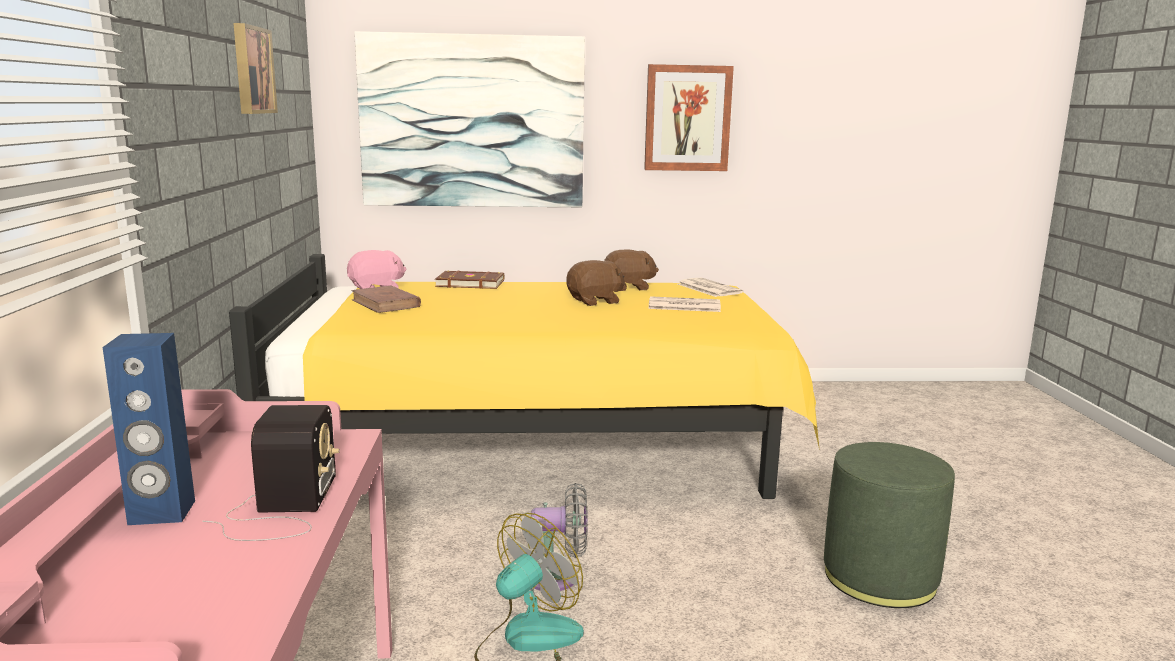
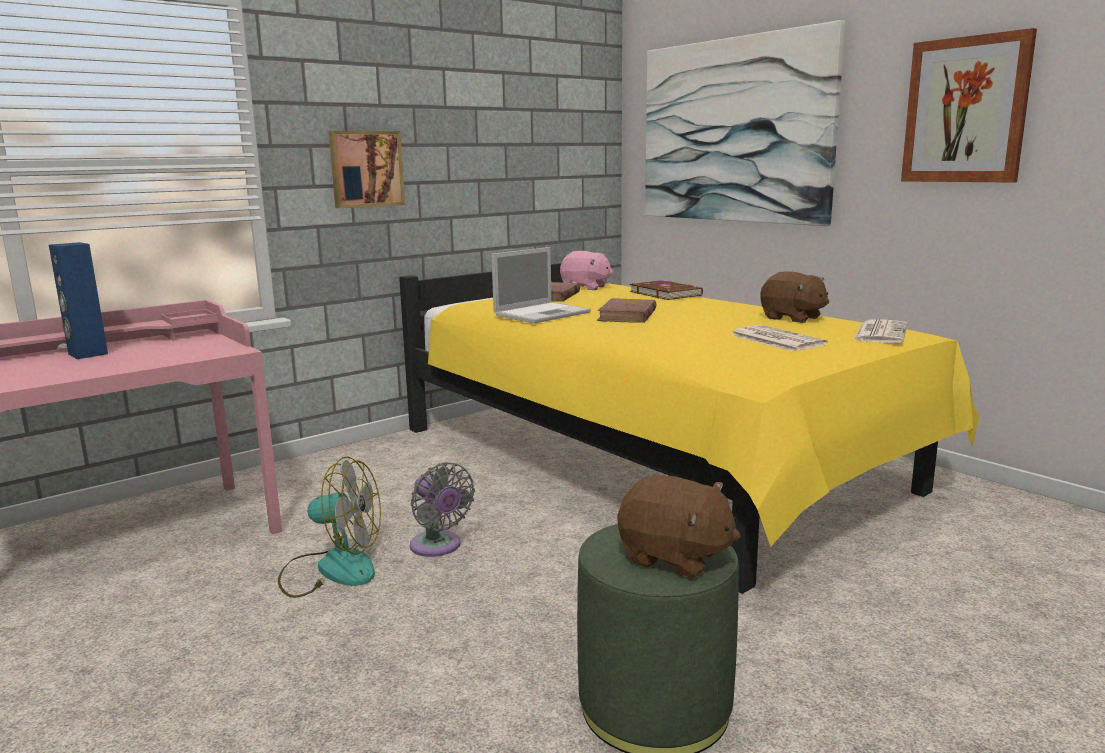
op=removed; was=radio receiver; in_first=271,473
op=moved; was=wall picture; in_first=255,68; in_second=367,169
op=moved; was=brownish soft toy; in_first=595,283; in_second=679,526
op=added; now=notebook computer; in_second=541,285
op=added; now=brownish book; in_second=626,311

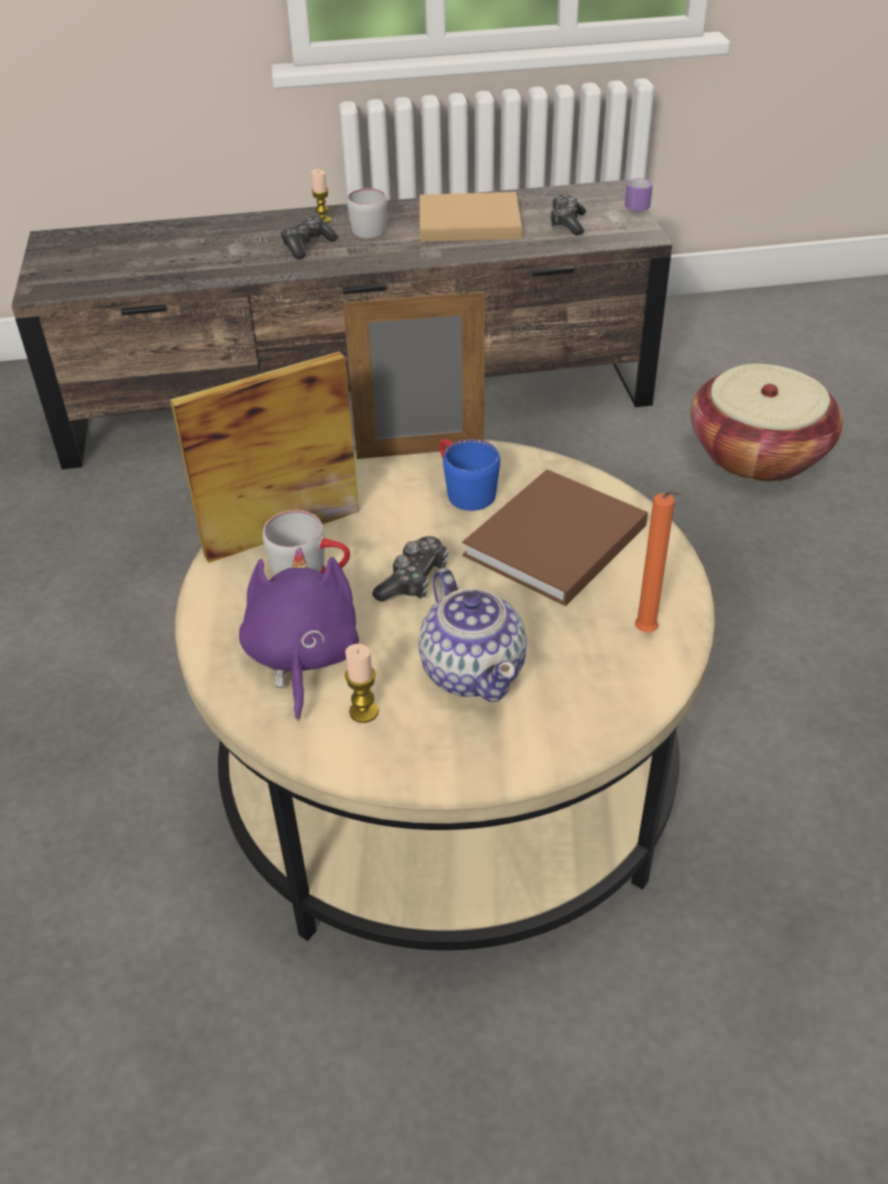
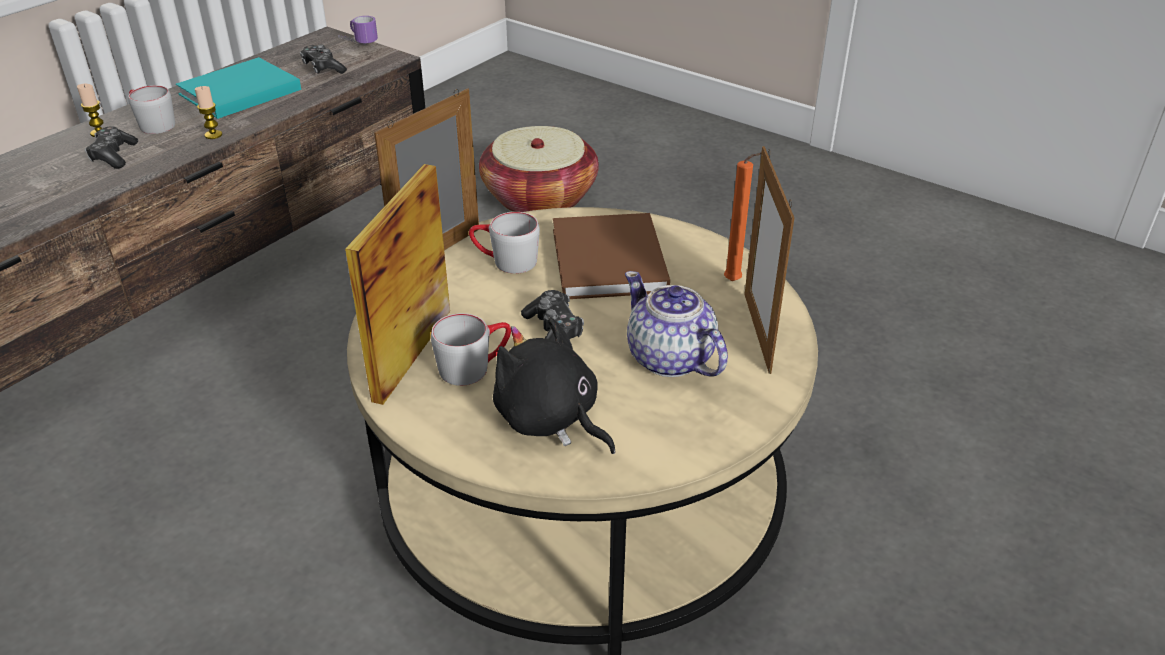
op=recoloured; was=purple-coloured soft toy; now=black soft toy; in_first=299,634; in_second=554,385
op=moved; was=wax candle; in_first=362,683; in_second=208,112
op=turned; was=tea pot; in_first=472,635; in_second=676,324; clockwise=-150
op=recoloured; was=beige book; now=turquoise-coloured book; in_first=471,217; in_second=238,88
op=recoloured; was=blue-coloured mug; now=gray mug; in_first=470,475; in_second=504,243
op=added; now=picture frame; in_second=769,260

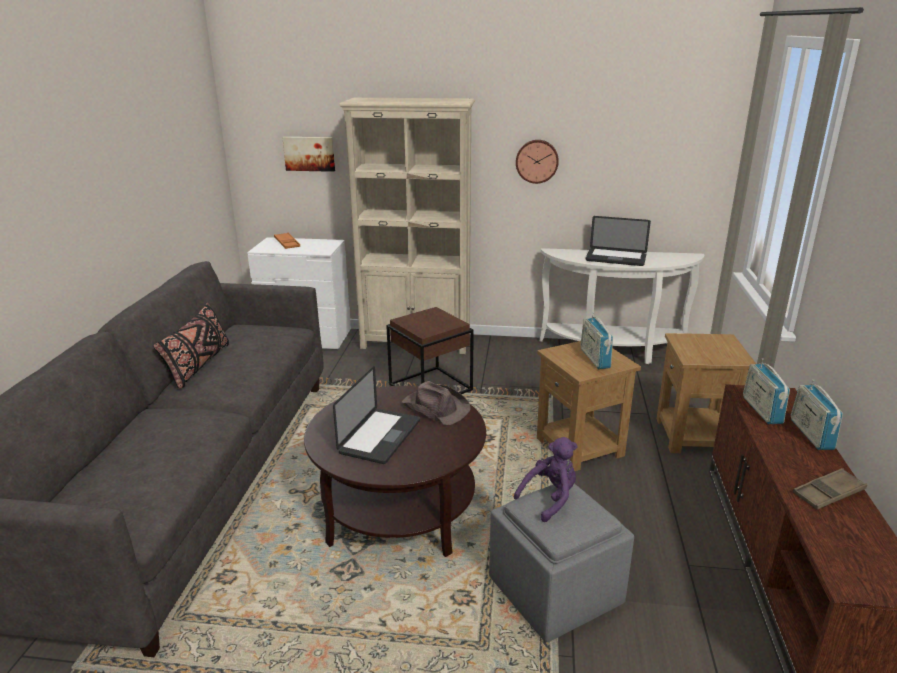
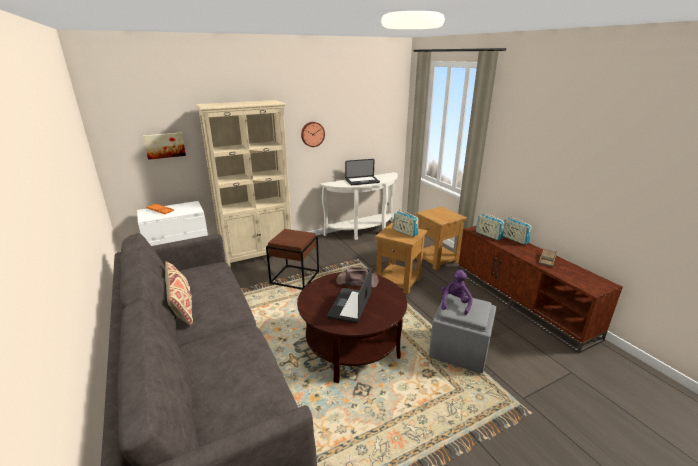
op=recoloured; was=black pillow; now=beige pillow; in_first=191,346; in_second=179,293
op=turned; was=notebook computer; in_first=376,415; in_second=349,295; clockwise=-150

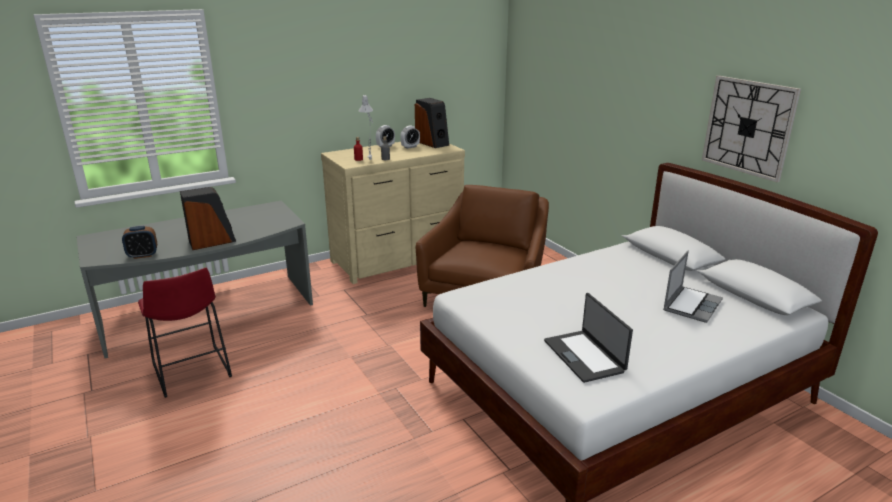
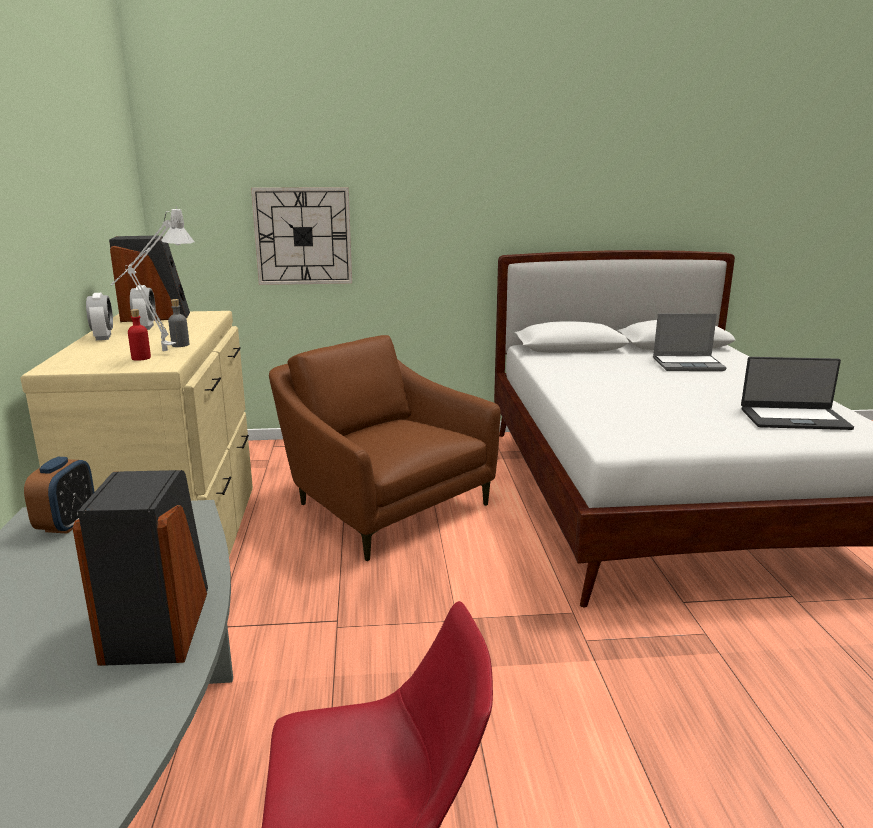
op=moved; was=alarm clock; in_first=139,242; in_second=59,495
op=turned; was=notebook computer; in_first=693,287; in_second=689,342; clockwise=120
op=moved; was=hanging clock; in_first=751,129; in_second=301,236

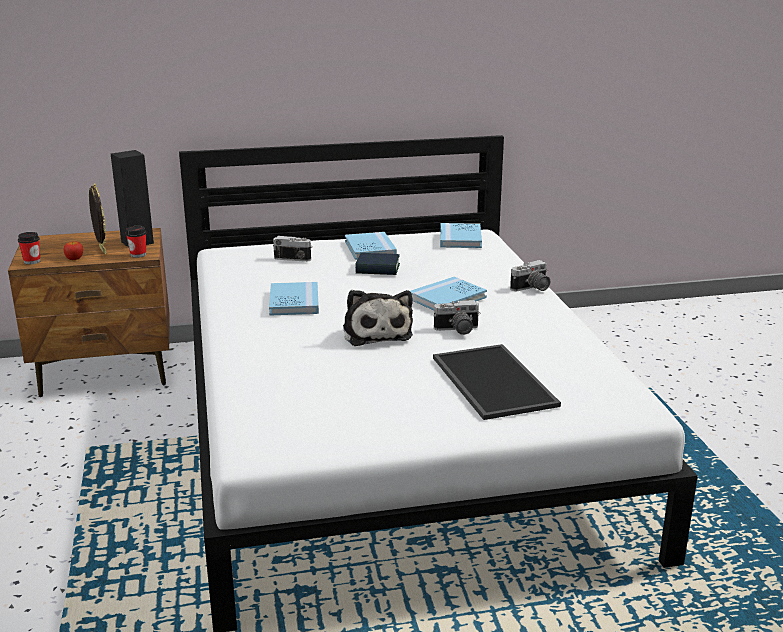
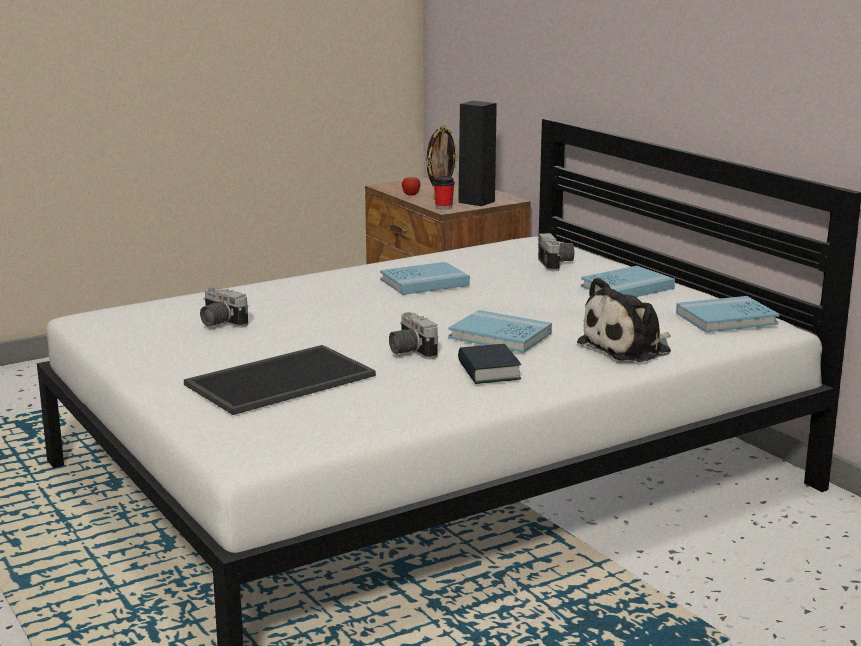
op=removed; was=drinking cup; in_first=29,248
op=moved; was=soft toy; in_first=378,318; in_second=624,319
op=moved; was=book; in_first=377,264; in_second=489,364
op=moved; was=still camera; in_first=530,275; in_second=224,307

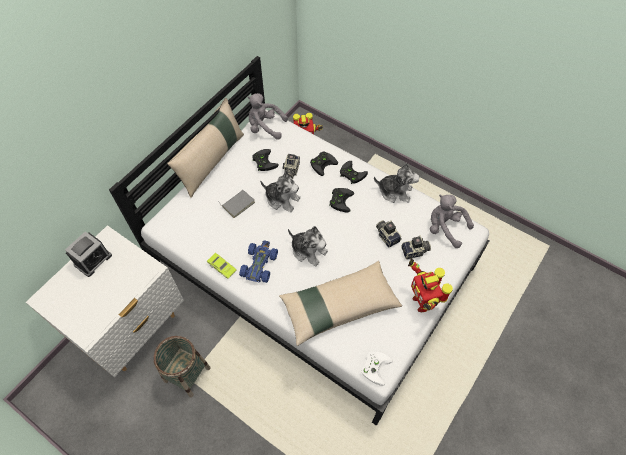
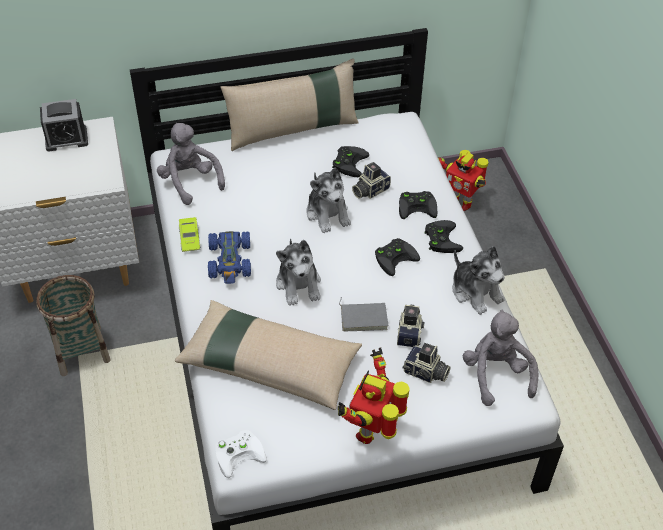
op=moved; was=gray book; in_first=236,204; in_second=364,314
op=turned; was=blue-coloured model car; in_first=258,261; in_second=229,257; clockwise=120
op=moved; was=gray soft toy; in_first=268,116; in_second=191,164

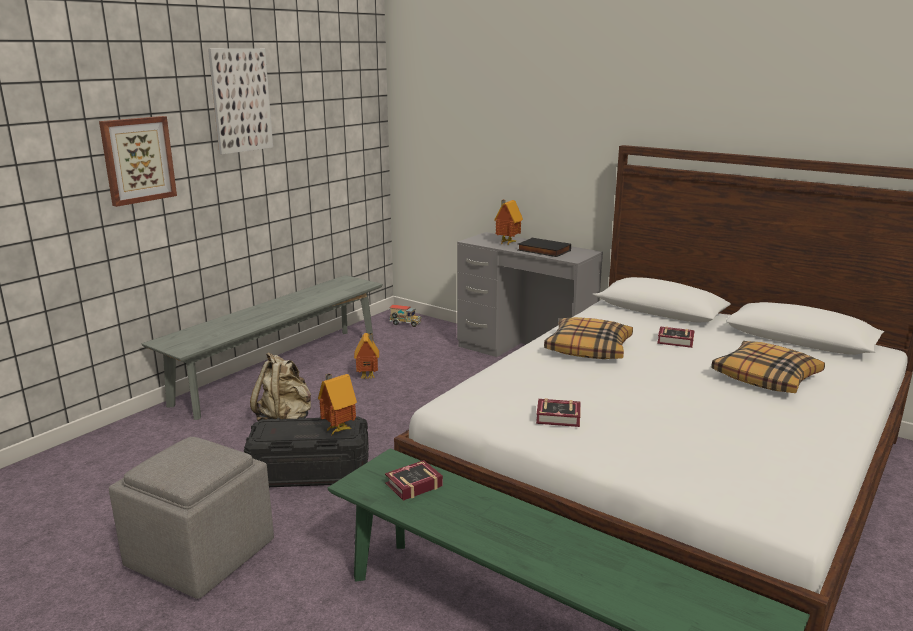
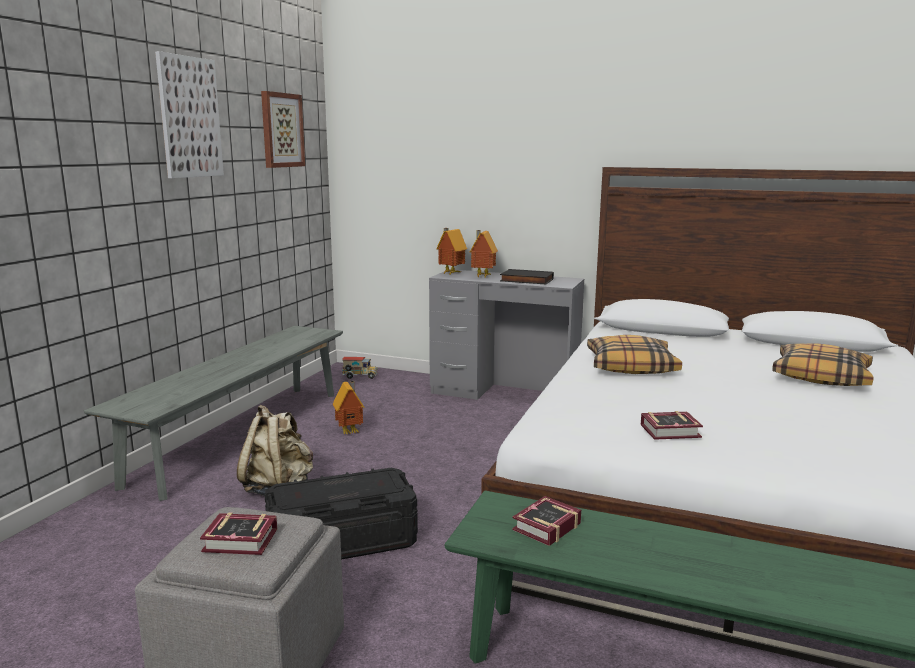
op=moved; was=wall picture; in_first=138,161; in_second=283,129
op=moved; was=miniature house; in_first=337,404; in_second=451,251
op=moved; was=book; in_first=676,337; in_second=238,533

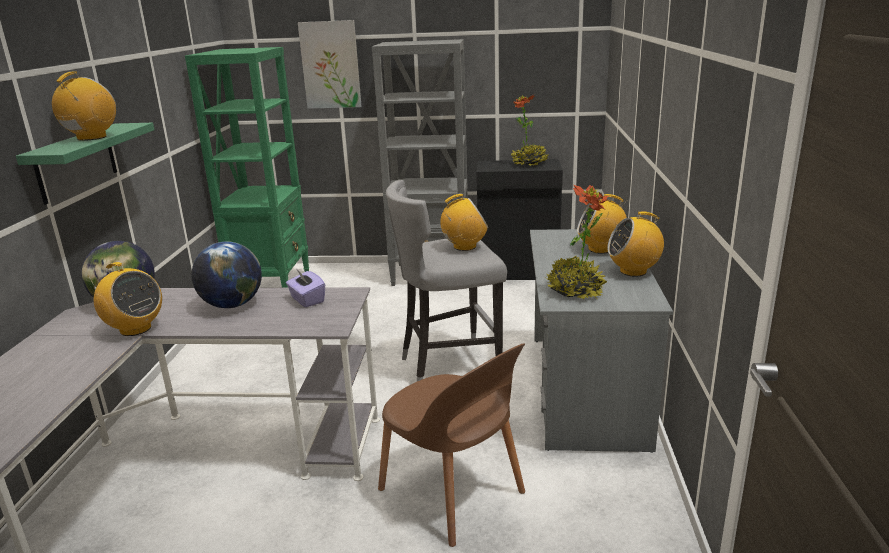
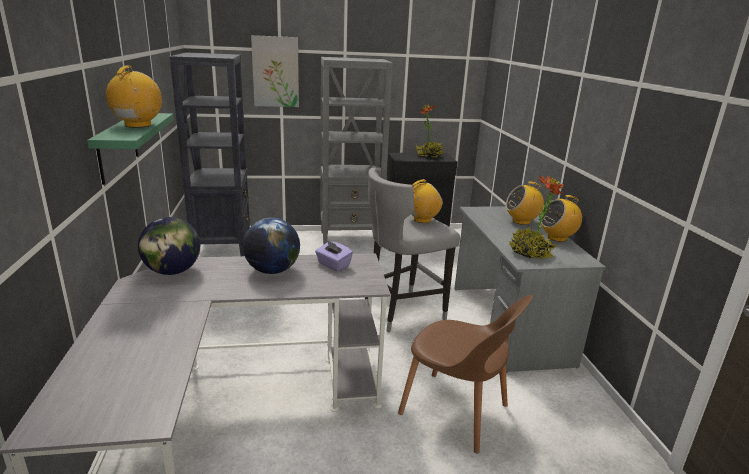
op=removed; was=radio receiver; in_first=125,299
op=recoloured; was=green shelving unit; now=black shelving unit; in_first=247,167; in_second=210,154

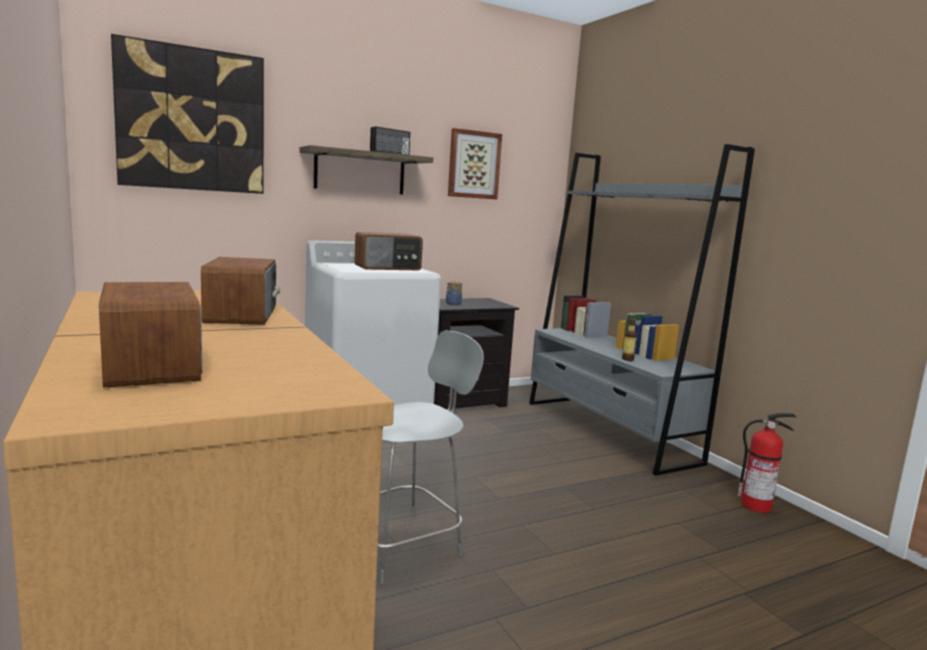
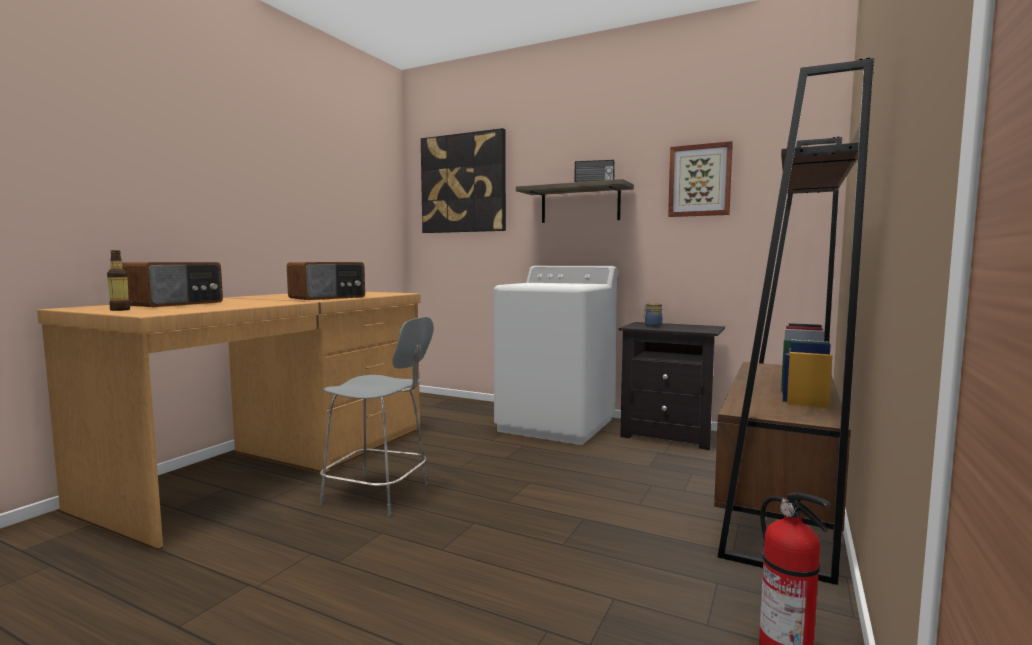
op=removed; was=radio receiver; in_first=389,251
op=recoloured; was=gray shelving unit; now=brownish shelving unit; in_first=642,310; in_second=794,321
op=moved; was=beverage bottle; in_first=629,339; in_second=118,280

